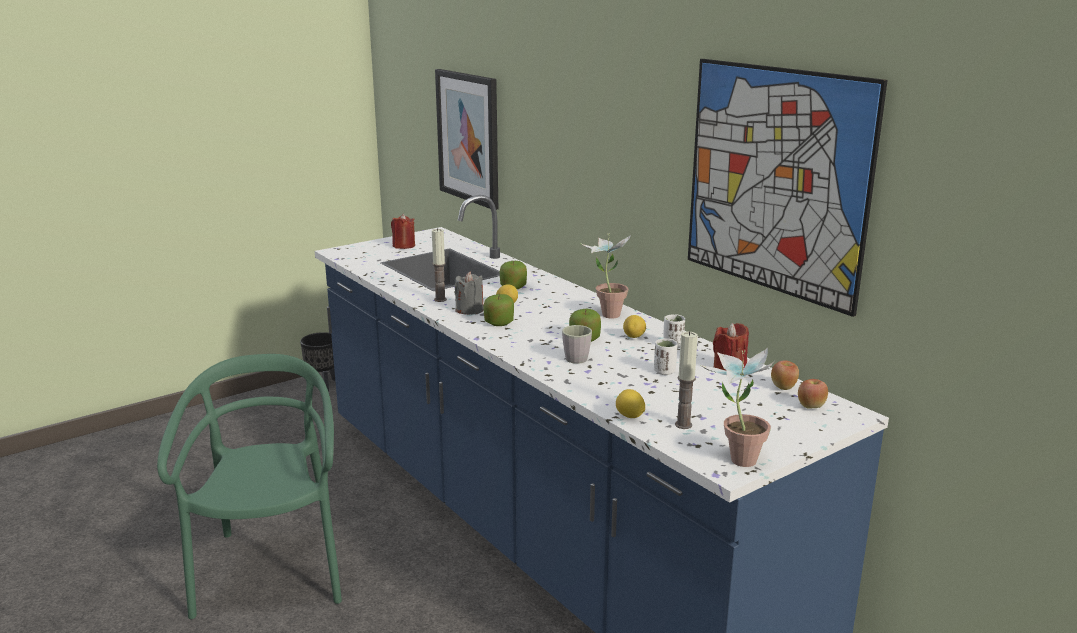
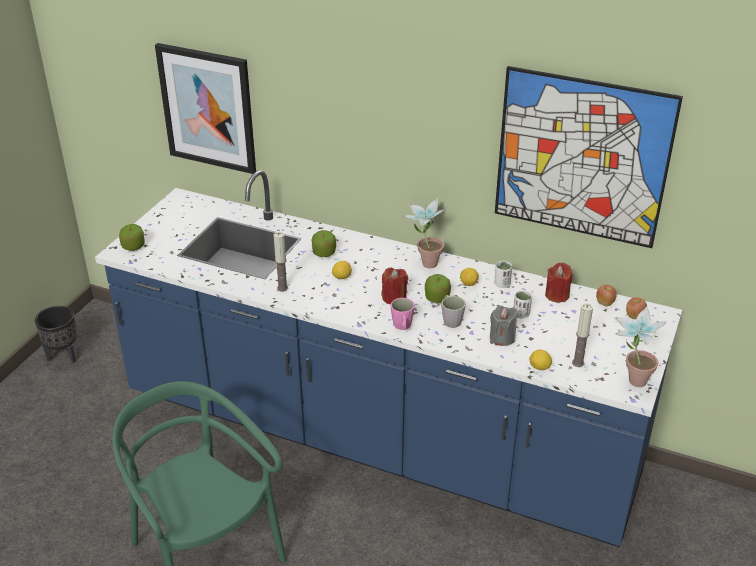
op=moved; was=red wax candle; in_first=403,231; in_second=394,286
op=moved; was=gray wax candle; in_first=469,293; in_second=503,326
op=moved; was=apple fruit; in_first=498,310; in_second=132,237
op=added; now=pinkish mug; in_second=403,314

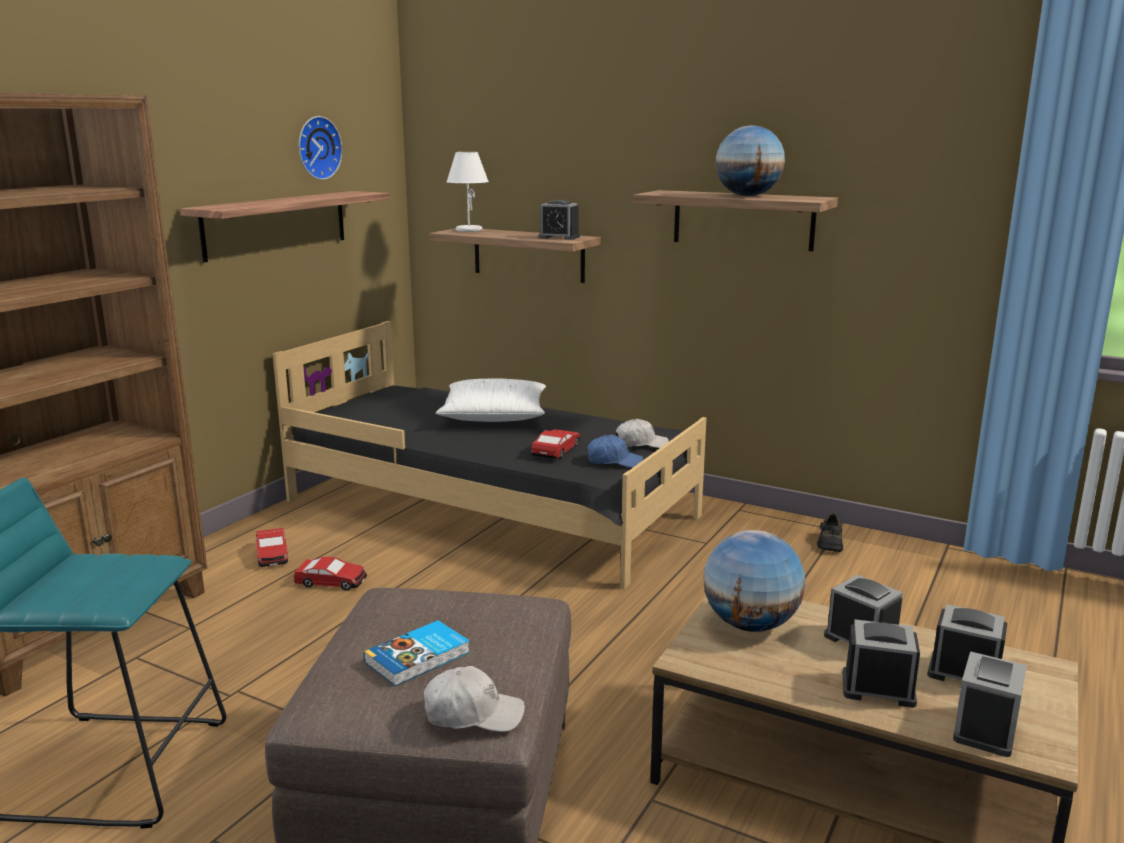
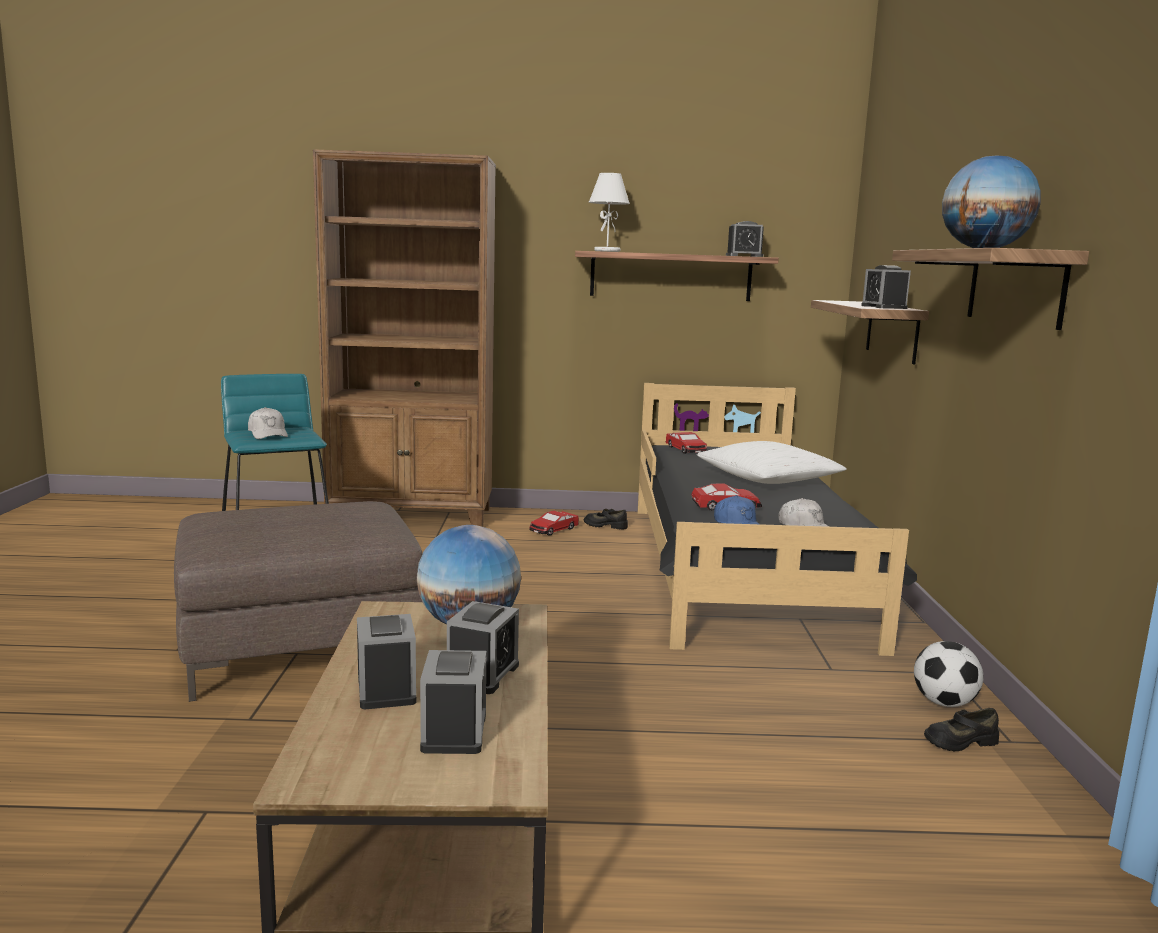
op=moved; was=model car; in_first=330,574; in_second=686,443
op=removed; was=hanging clock; in_first=320,148
op=removed; was=book; in_first=417,653
op=moved; was=whitish baseball cap; in_first=474,699; in_second=268,423
op=moved; was=whitish table lamp; in_first=467,192; in_second=609,212
op=moved; was=alarm clock; in_first=990,704; in_second=745,239
op=added; now=black shoe; in_second=606,519
op=added; now=football ball; in_second=948,674

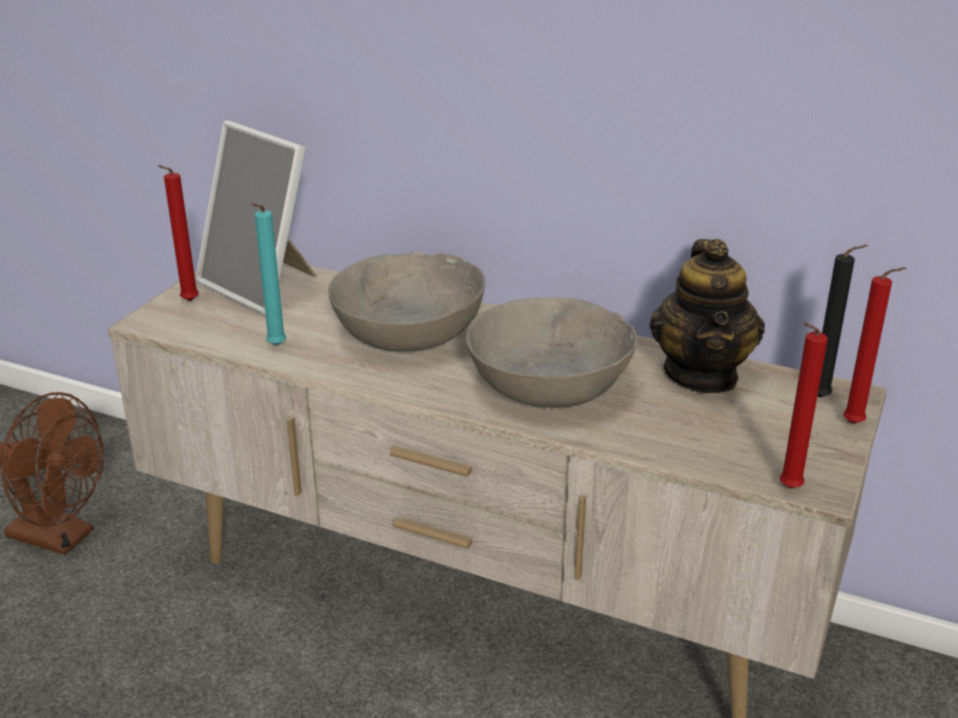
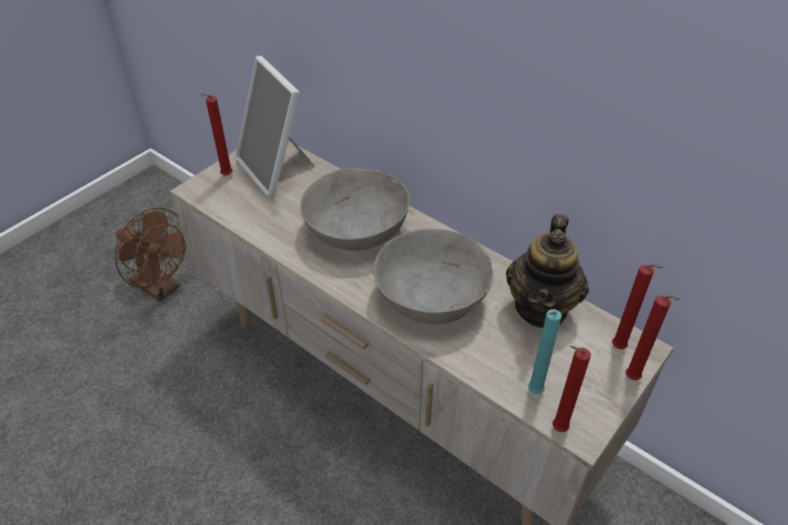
op=moved; was=turquoise-coloured wax candle; in_first=269,274; in_second=545,351
op=recoloured; was=black wax candle; now=red wax candle; in_first=843,321; in_second=637,306

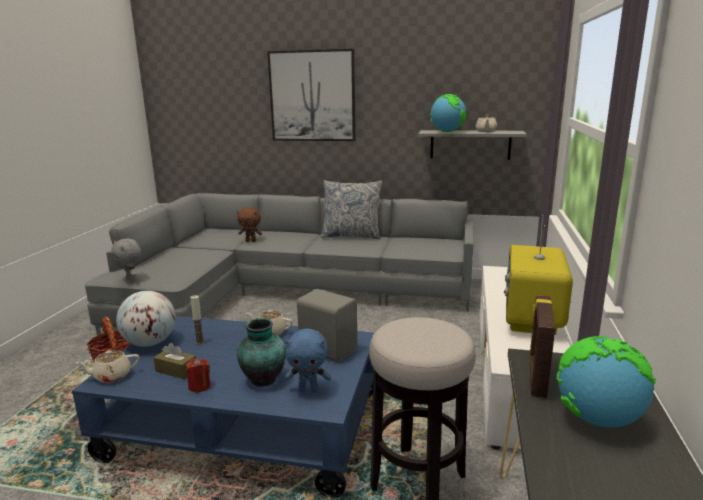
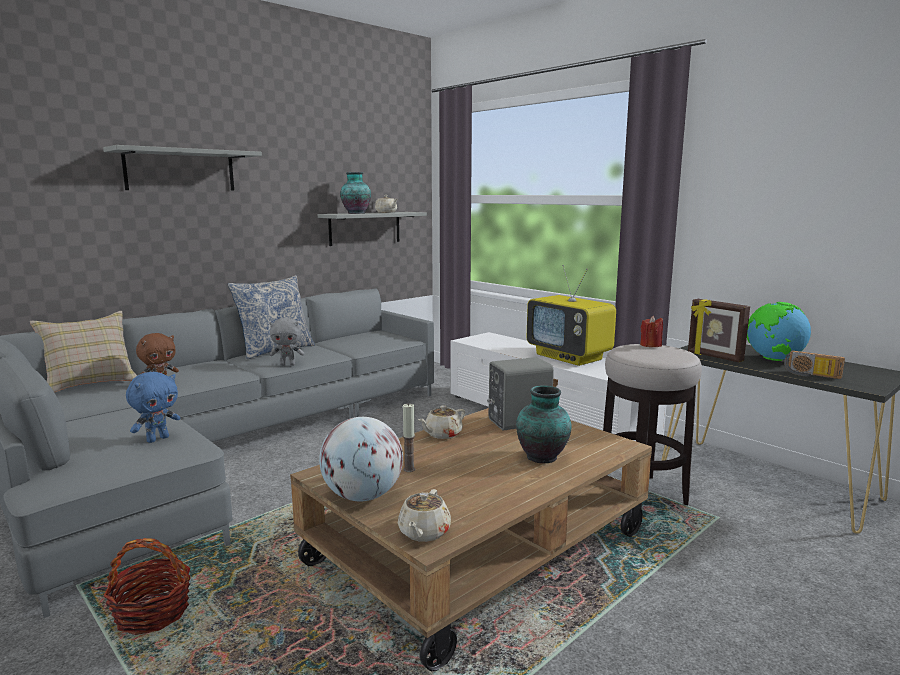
op=recoloured; was=blue-coloured low table; now=brownish low table; in_first=223,407; in_second=471,539
op=moved; was=gray soft toy; in_first=126,260; in_second=286,341
op=removed; was=brownish tissue box; in_first=174,361
op=moved; was=red wax candle; in_first=198,375; in_second=651,331
op=replaced; was=wall picture; now=gray shelf; in_first=311,95; in_second=182,168
op=moved; was=blue-coloured soft toy; in_first=308,361; in_second=153,407
op=replaced; was=world globe; now=vase; in_first=448,113; in_second=355,193
op=added; now=beige pillow; in_second=83,351
op=added; now=radio receiver; in_second=814,364

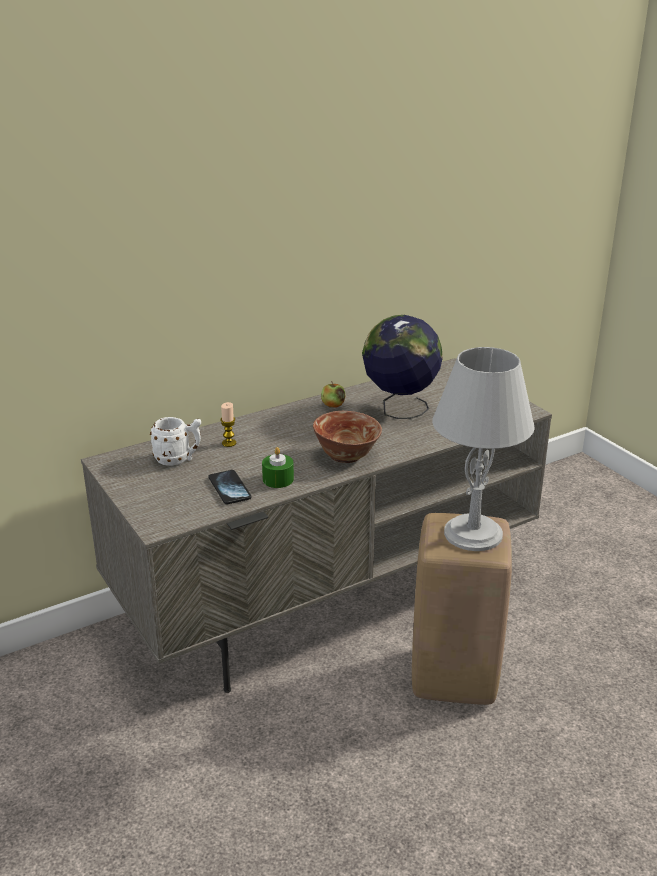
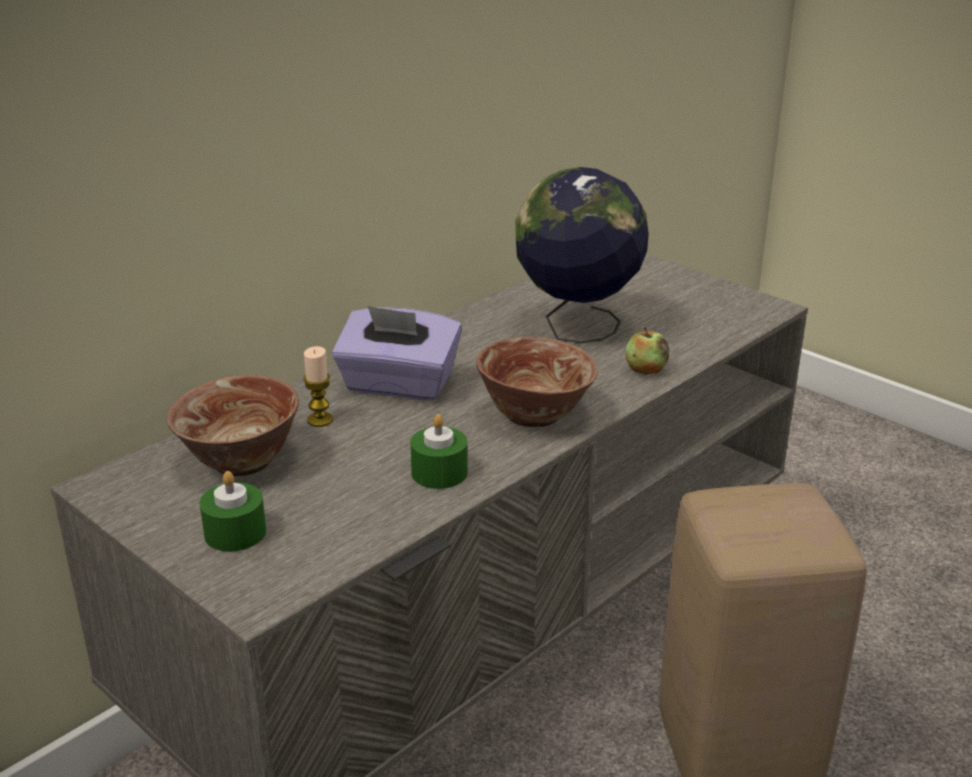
op=replaced; was=whitish mug; now=bowl; in_first=175,441; in_second=233,425
op=removed; was=telephone; in_first=230,487
op=moved; was=apple fruit; in_first=333,394; in_second=647,351
op=removed; was=gray table lamp; in_first=483,449
op=added; now=green wax candle; in_second=232,511
op=added; now=purple-coloured tissue box; in_second=397,353

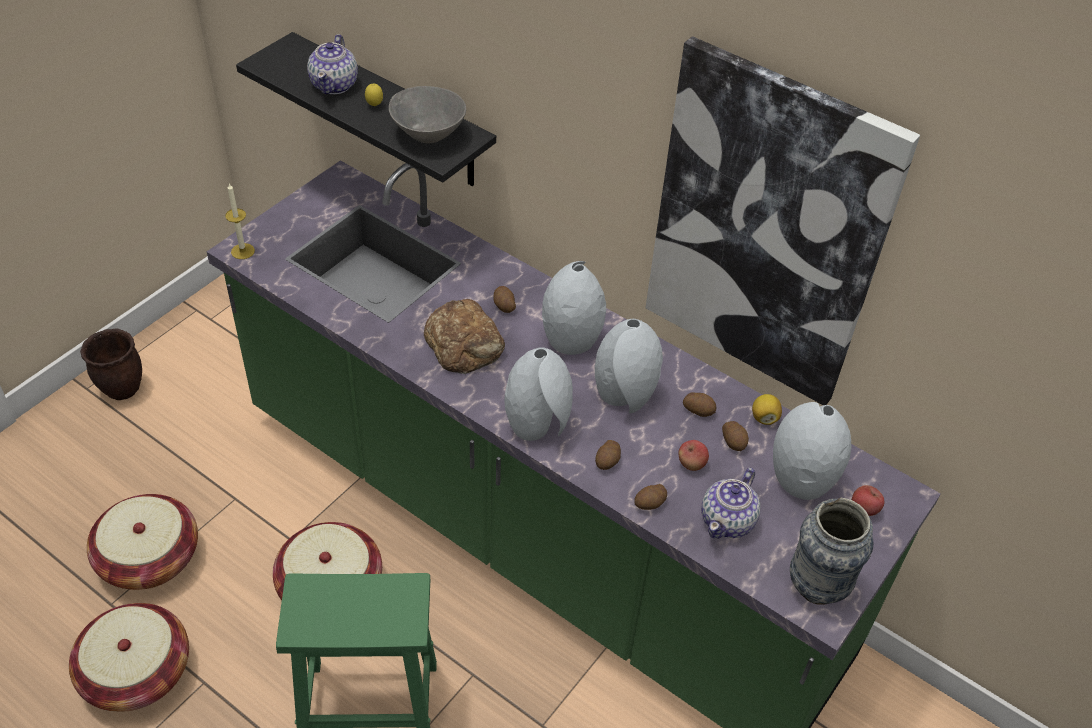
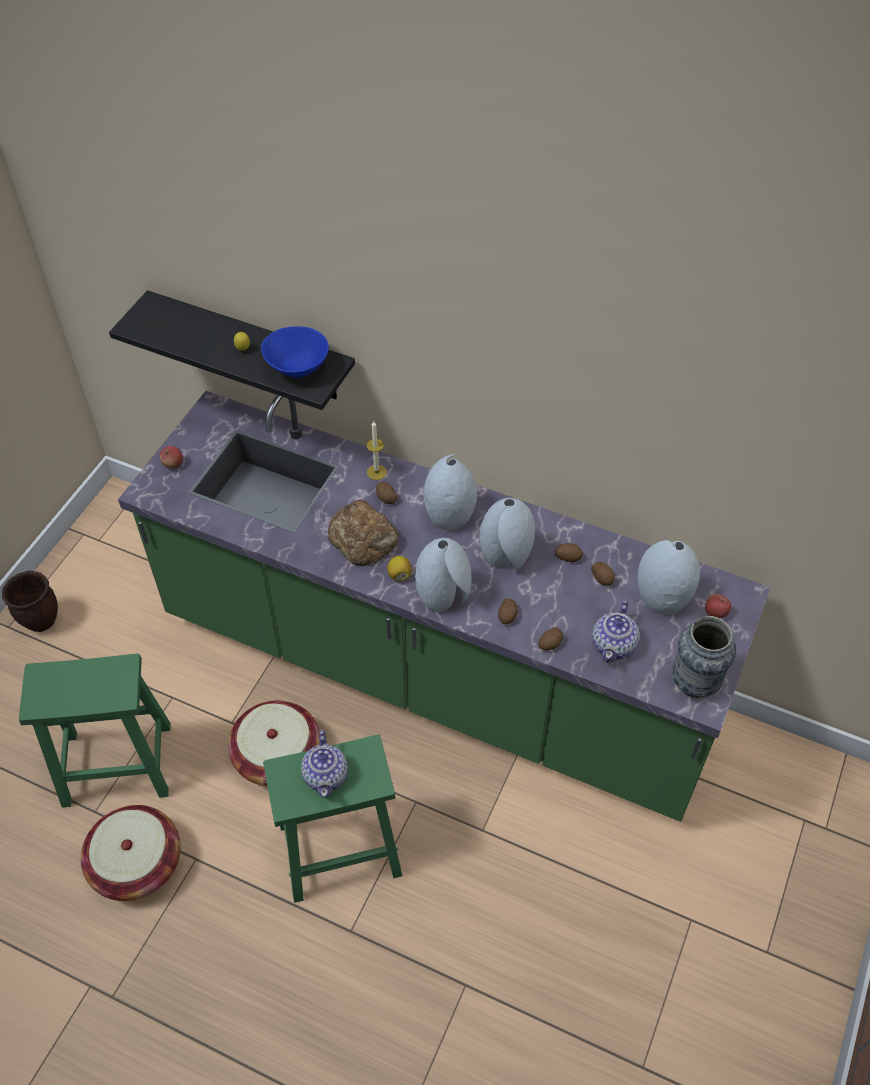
op=replaced; was=storage basket; now=green stool seat; in_first=142,542; in_second=95,731
op=moved; was=wax candle; in_first=240,221; in_second=376,450
op=moved; was=tea pot; in_first=332,64; in_second=324,764
op=recoloured; was=gray bowl; now=blue-coloured bowl; in_first=427,114; in_second=295,352
op=removed; was=wall picture; in_first=782,220
op=moved; was=apple fruit; in_first=694,455; in_second=171,457
op=moved; was=citrus fruit; in_first=767,409; in_second=399,568

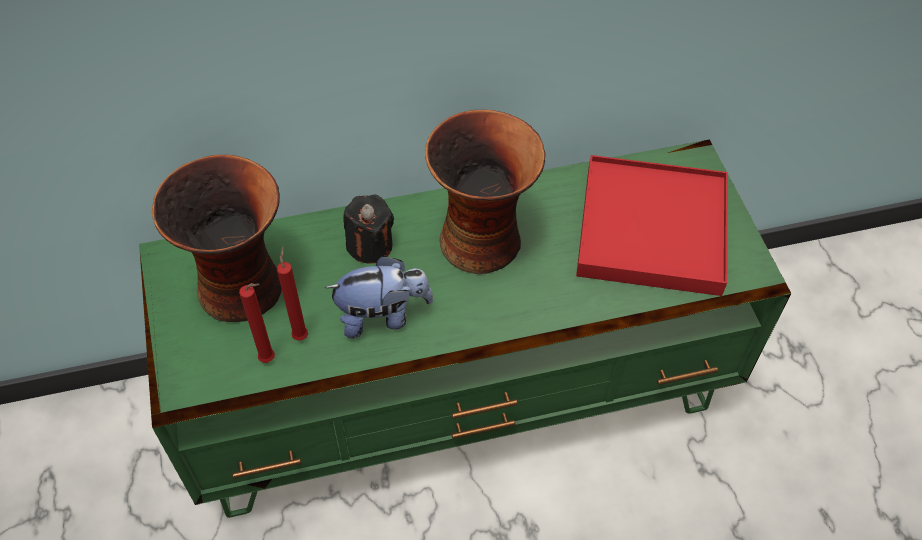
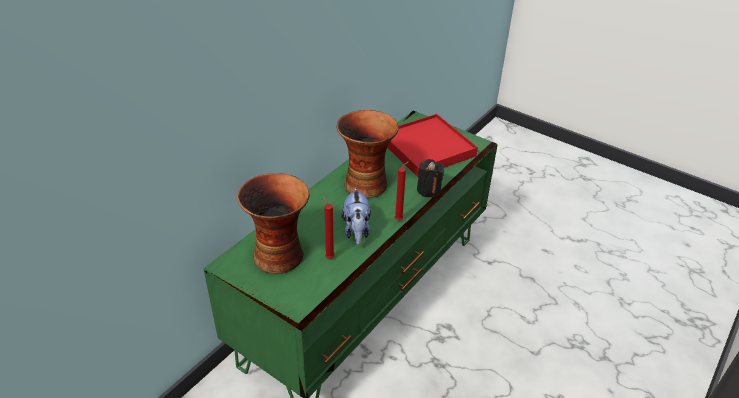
op=moved; was=red wax candle; in_first=257,323; in_second=402,190
op=turned; was=soft toy; in_first=379,296; in_second=356,216; clockwise=135
op=moved; was=black wax candle; in_first=368,229; in_second=430,178

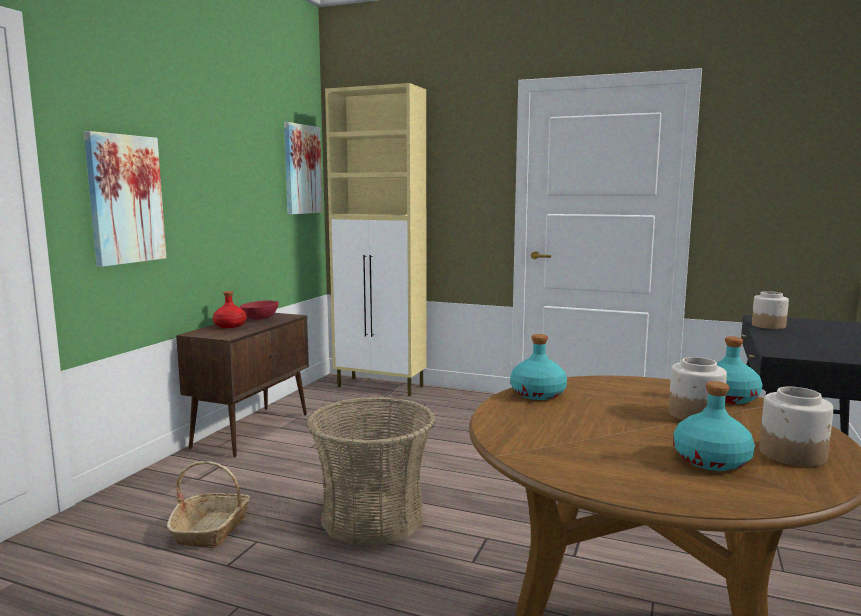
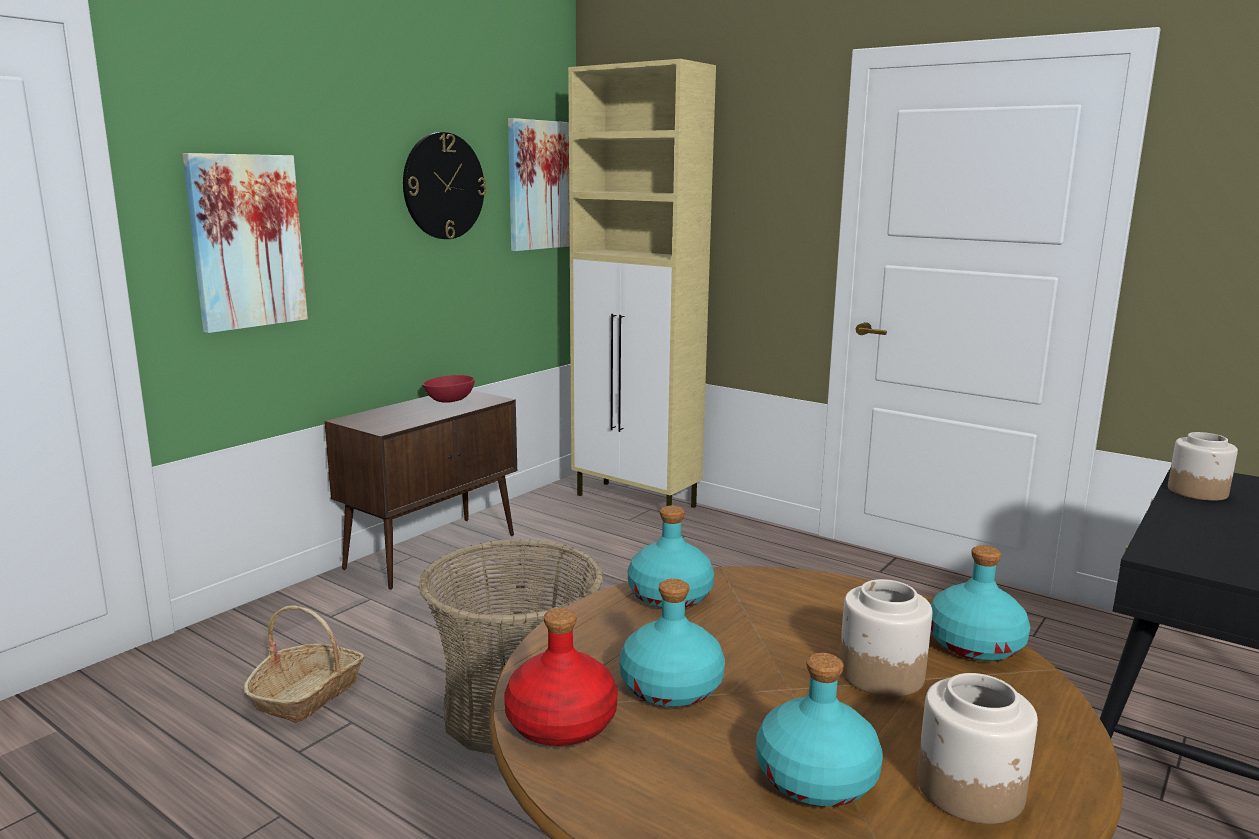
op=moved; was=red beverage bottle; in_first=229,309; in_second=561,677
op=added; now=hanging clock; in_second=444,185
op=added; now=turquoise-coloured beverage bottle; in_second=672,643

